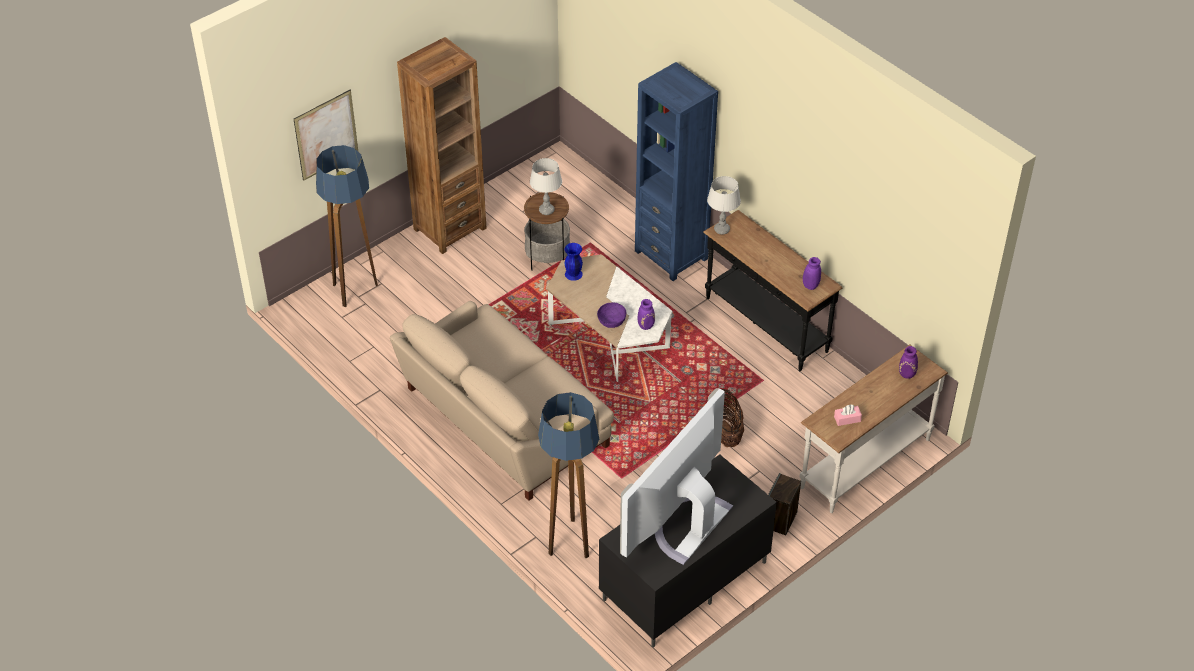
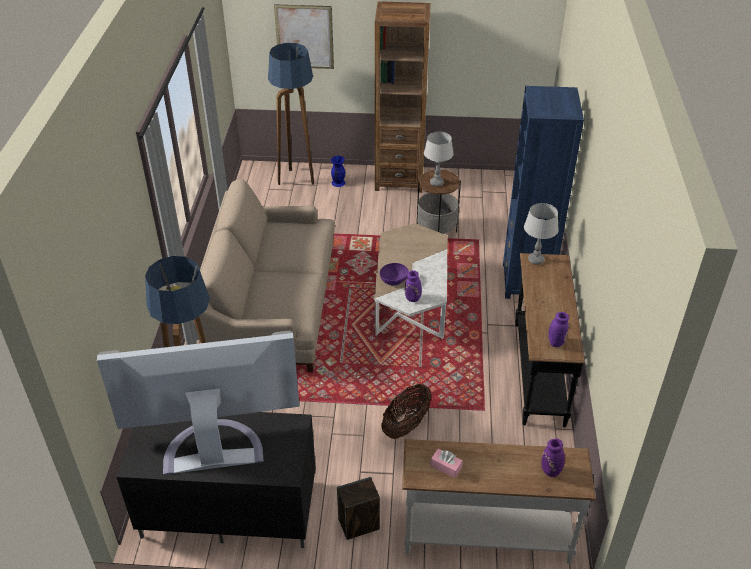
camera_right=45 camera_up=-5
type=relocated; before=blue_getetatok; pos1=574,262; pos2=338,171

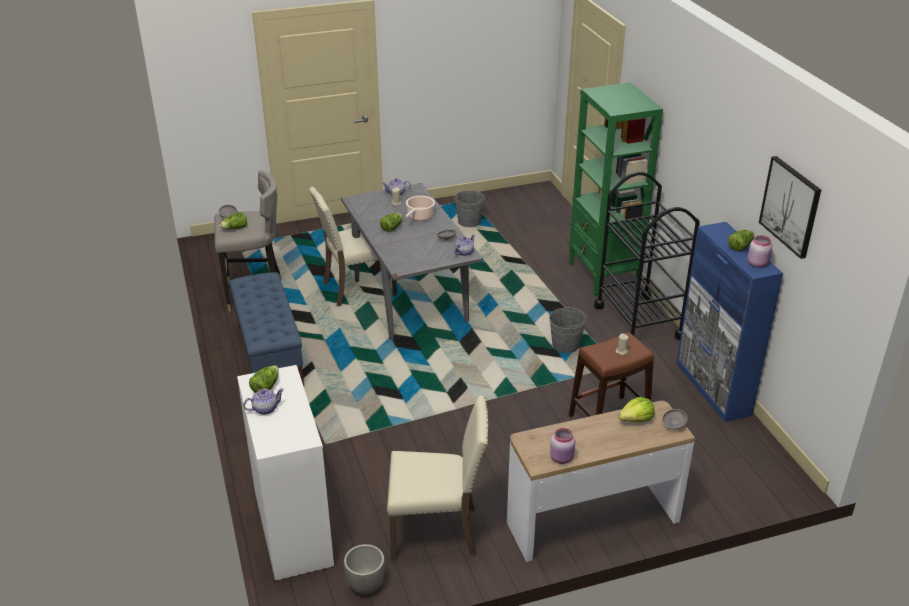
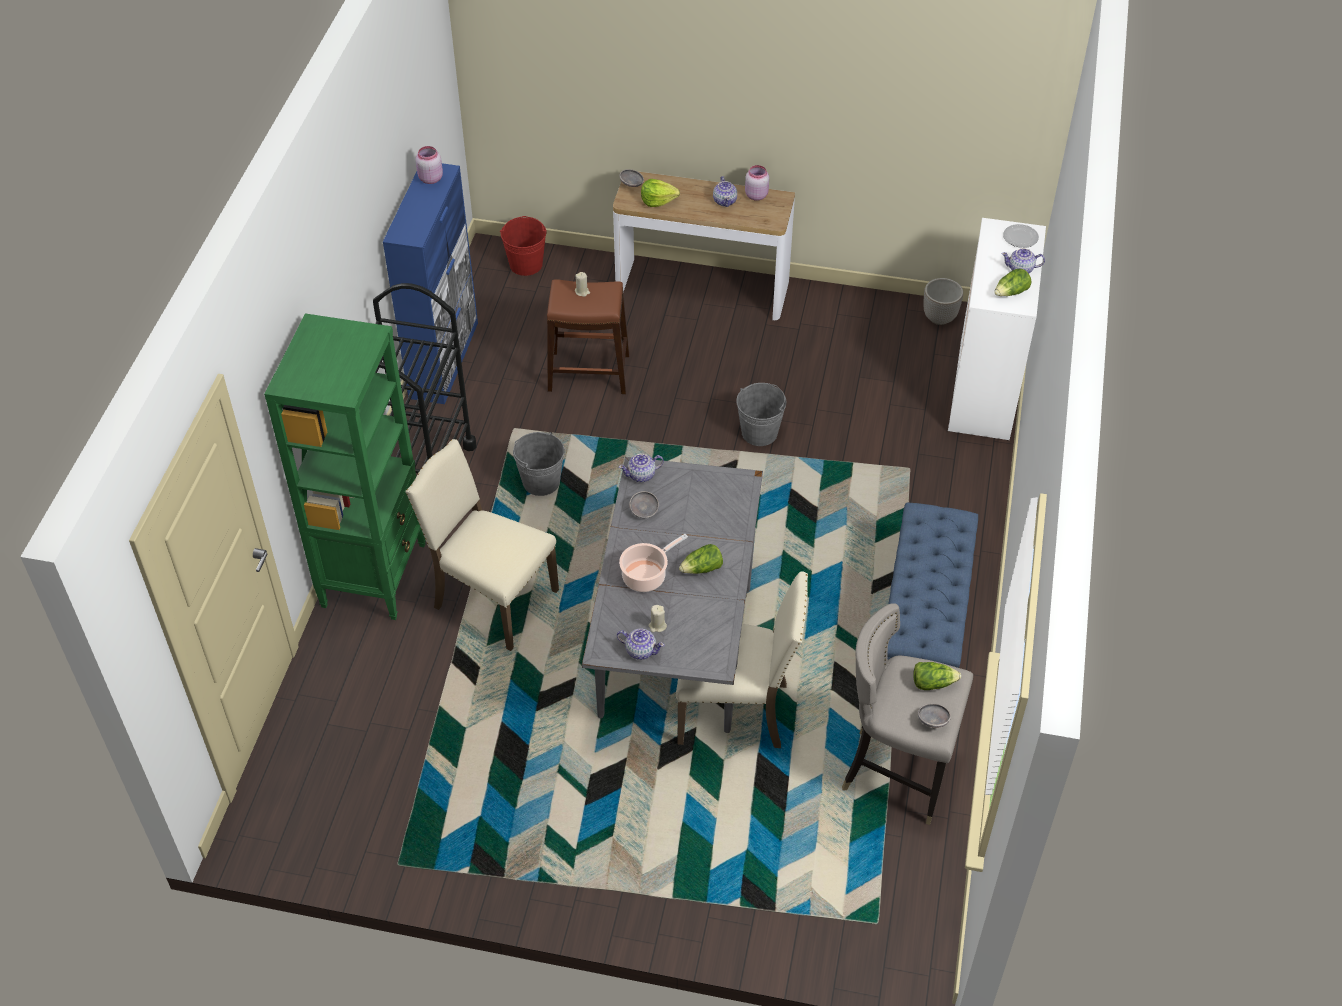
camera_right=-150 camera_up=15
type=missing; before=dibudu; pos1=790,207
type=relocated; before=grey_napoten; pos1=469,208; pos2=761,414
type=missing; before=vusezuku; pos1=741,240
type=relocated; before=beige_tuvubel; pos1=437,478; pos2=482,545
type=appeared; after=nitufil; pos2=725,191
type=appeared; after=red_napoten; pos2=523,246
type=appeared; after=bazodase; pos2=1021,236

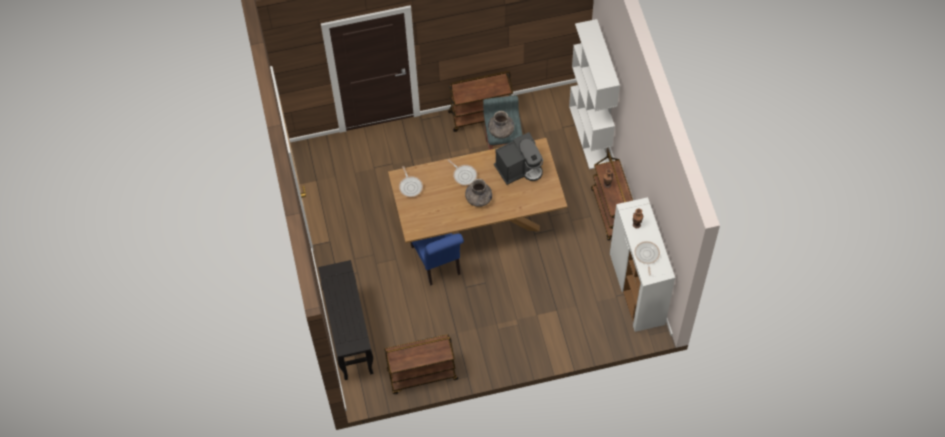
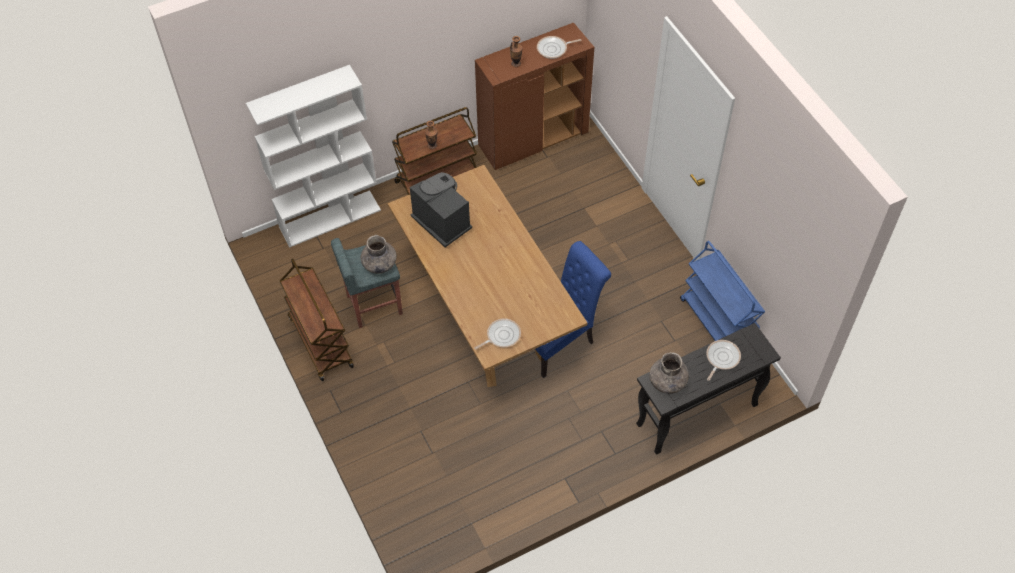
camera_right=-105 camera_up=-5
type=relocated; before=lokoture; pos1=462,172; pos2=723,360
type=relocated; before=grey_getetatok; pos1=478,193; pos2=669,373
type=colour; before=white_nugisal; after=brown_nugisal; pos1=642,264; pos2=534,96
type=colour; before=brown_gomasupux; after=blue_gomasupux; pos1=421,364; pos2=722,291

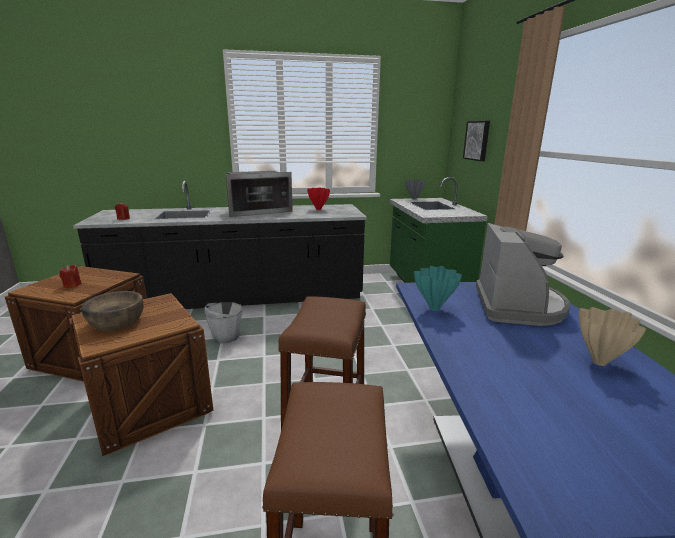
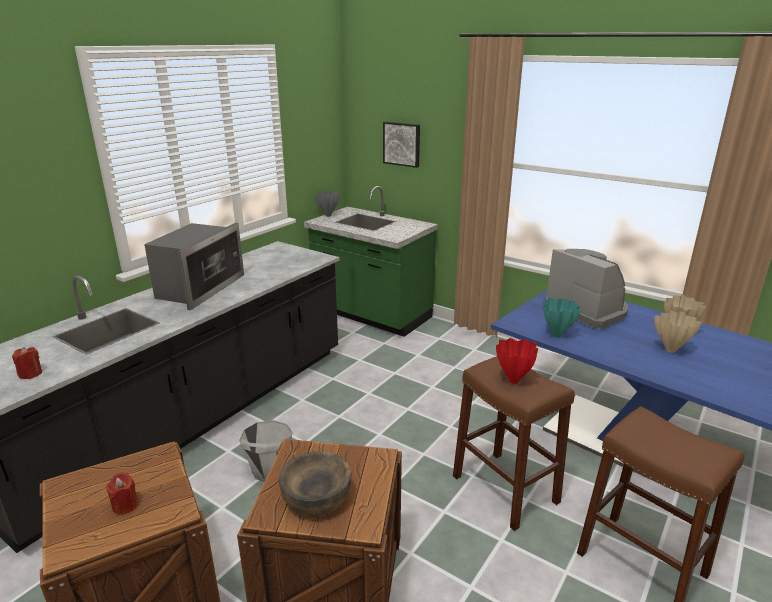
camera_right=-45 camera_up=5
type=relocated; before=red_getetatok; pos1=318,199; pos2=517,361
type=appeared; after=beige_getetatok; pos2=678,332

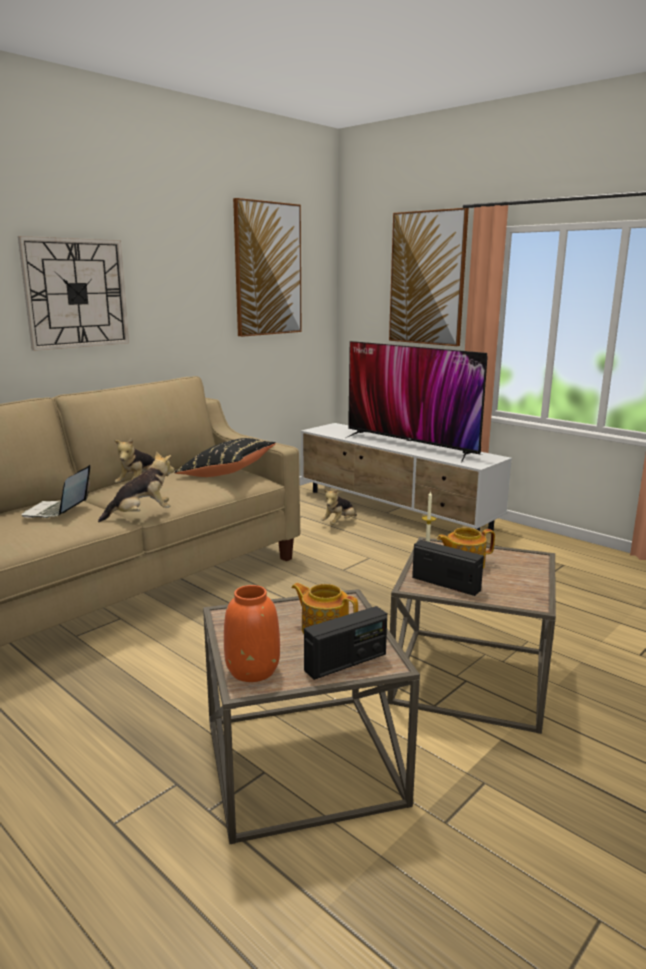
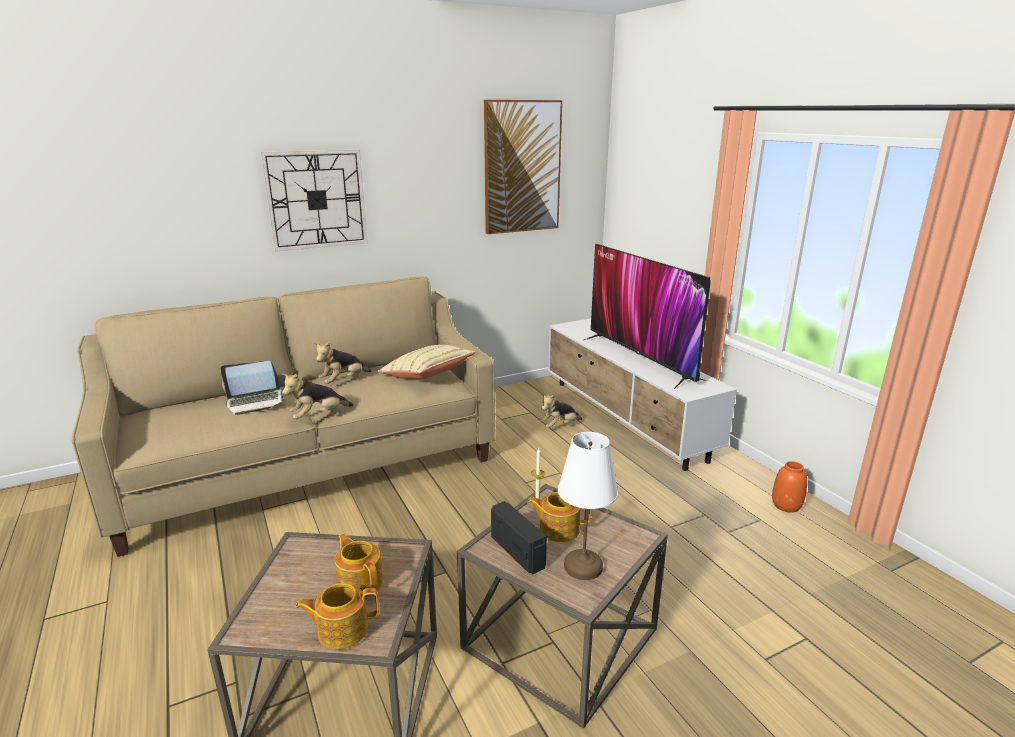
camera_right=20 camera_up=5
type=missing; before=dibudu; pos1=429,277
type=colour; before=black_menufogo; after=beige_menufogo; pos1=225,457; pos2=426,362
type=spun; before=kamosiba; pos1=136,486; pos2=317,396; turn=150
type=spun; before=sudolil; pos1=56,491; pos2=253,388; turn=-135
type=relocated; before=orange_getetatok; pos1=252,633; pos2=789,487
type=exchanged; before=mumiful; after=nitufil; pos1=345,643; pos2=337,616
type=appeared; after=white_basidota; pos2=588,506

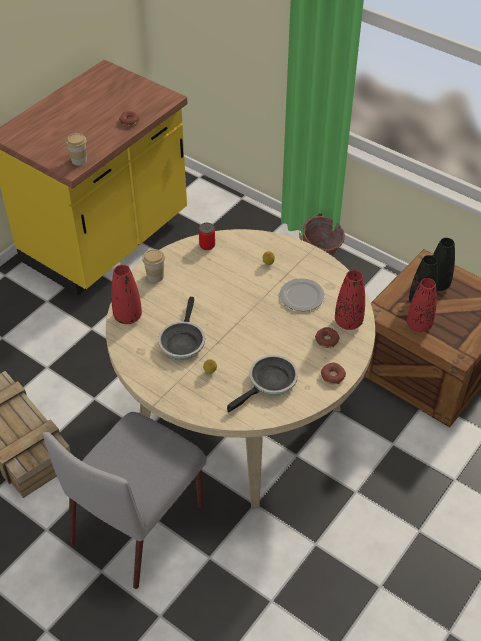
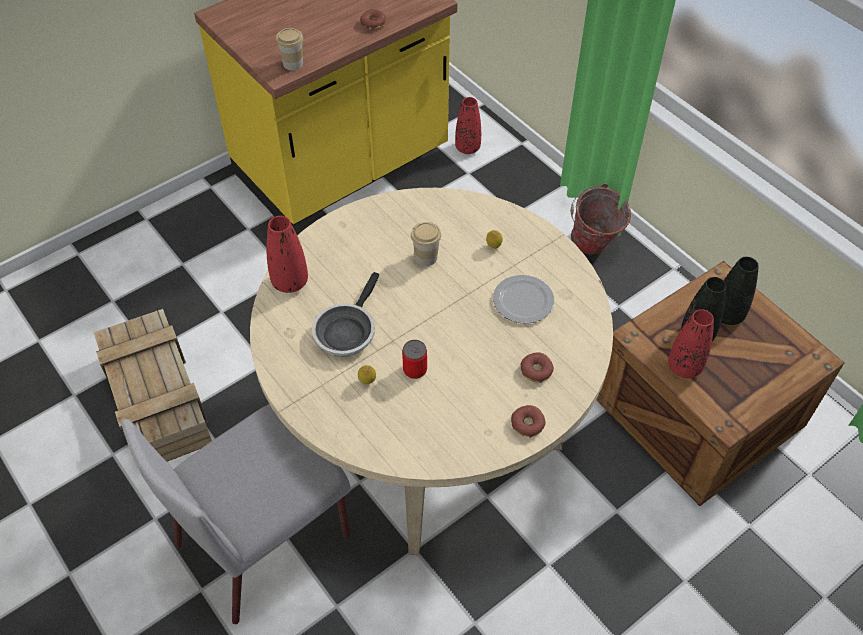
camera_right=15 camera_up=5
type=relocated; before=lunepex; pos1=207,236; pos2=414,359
type=relocated; before=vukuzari; pos1=153,266; pos2=426,244
type=relocated; before=red_getetatok; pos1=350,300; pos2=468,125
type=missing; before=lokoture; pos1=262,384

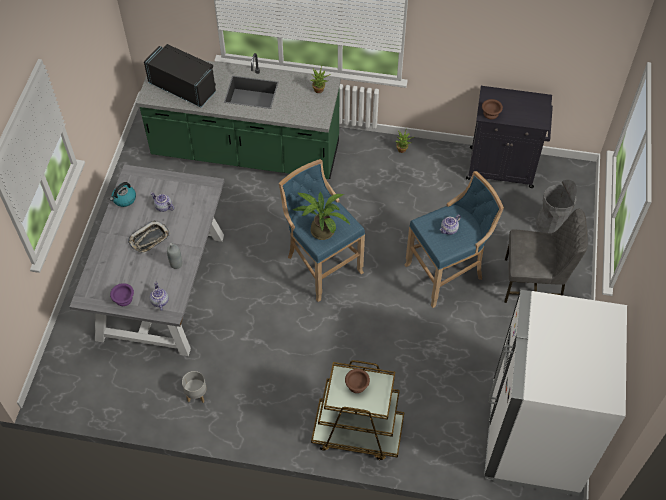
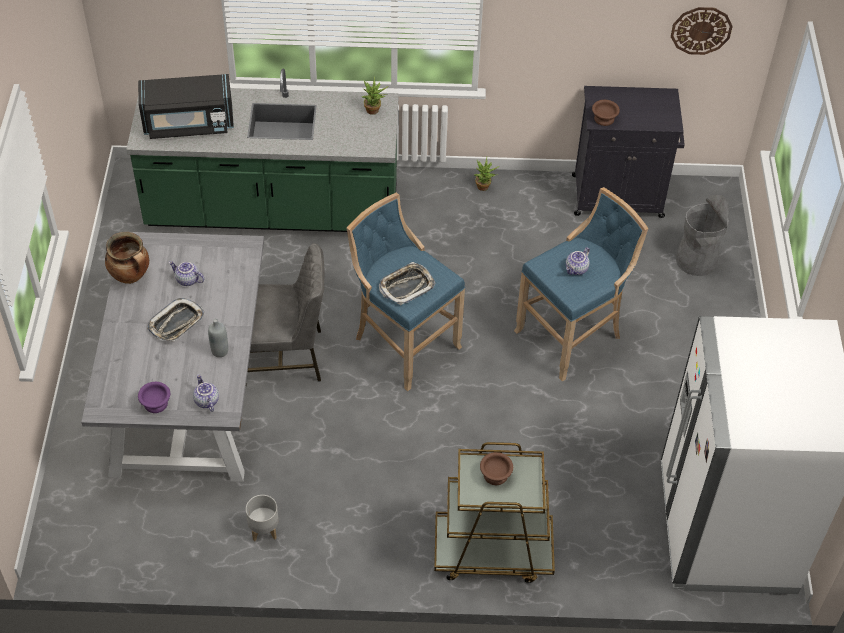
camera_right=-10 camera_up=-5
type=spun; before=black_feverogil; pos1=180,76; pos2=186,106; turn=150
type=exchanged; before=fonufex; after=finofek; pos1=123,194; pos2=127,258
type=exchanged; before=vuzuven; after=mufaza; pos1=321,216; pos2=407,283
type=relocated; before=grey_tuvubel; pos1=546,255; pos2=285,314
type=appeared; after=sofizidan; pos2=702,31

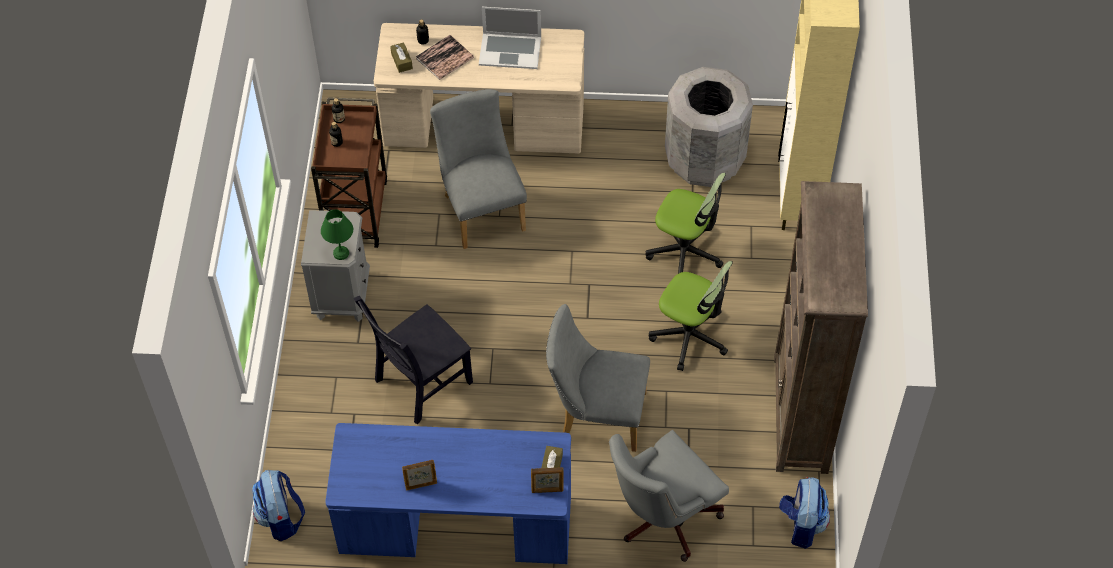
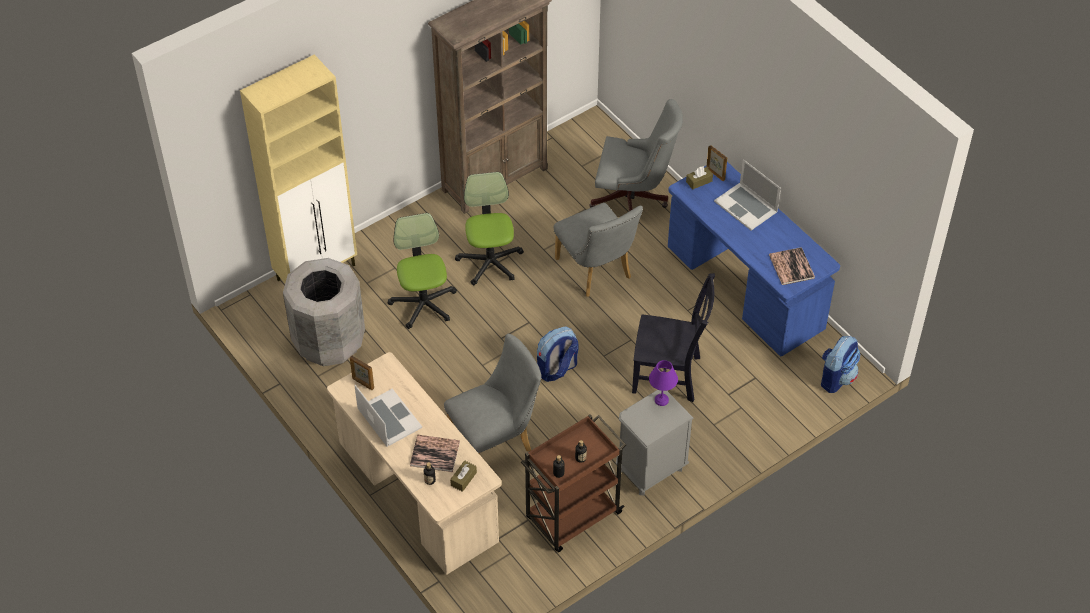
camera_right=-130 camera_up=-5
type=spun; before=grey_tuvubel; pos1=478,169; pos2=493,394; turn=-150
type=colour; before=green_basidota; after=purple_basidota; pos1=337,234; pos2=663,383
type=relocated; before=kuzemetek; pos1=419,475; pos2=362,372
type=relocated; before=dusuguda; pos1=804,513; pos2=558,354
type=appeared; after=sudolil; pos2=747,194
type=appeared; after=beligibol; pos2=792,266

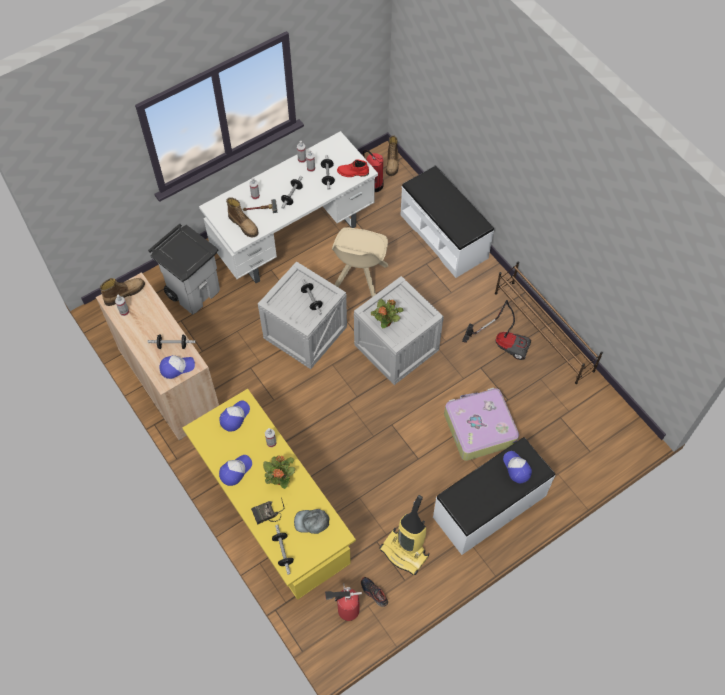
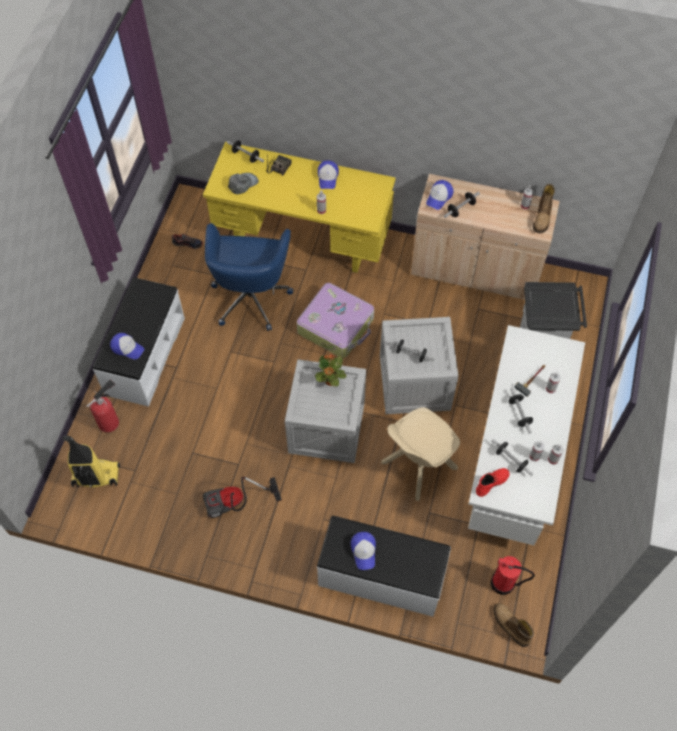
camera_right=140 camera_up=0
type=missing; before=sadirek; pos1=242,217
type=spun; before=beige_tuvubel; pos1=360,262; pos2=420,454; turn=-105
type=missing; before=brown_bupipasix; pos1=549,322
type=relocated; before=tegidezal; pos1=481,424; pos2=335,320
type=relocated; before=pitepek; pos1=234,416; pos2=363,551
type=missing; before=vuzuven; pos1=279,472
type=relocated; before=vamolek; pos1=404,535; pos2=91,461
type=relocated; before=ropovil; pos1=343,603; pos2=102,406
type=appeared; after=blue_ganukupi; pos2=249,277

